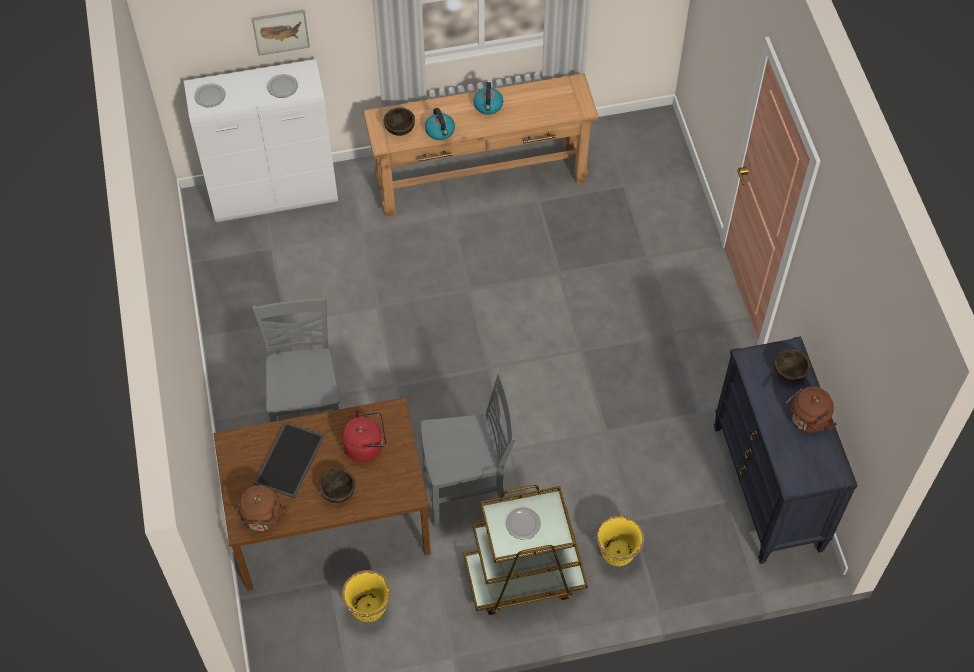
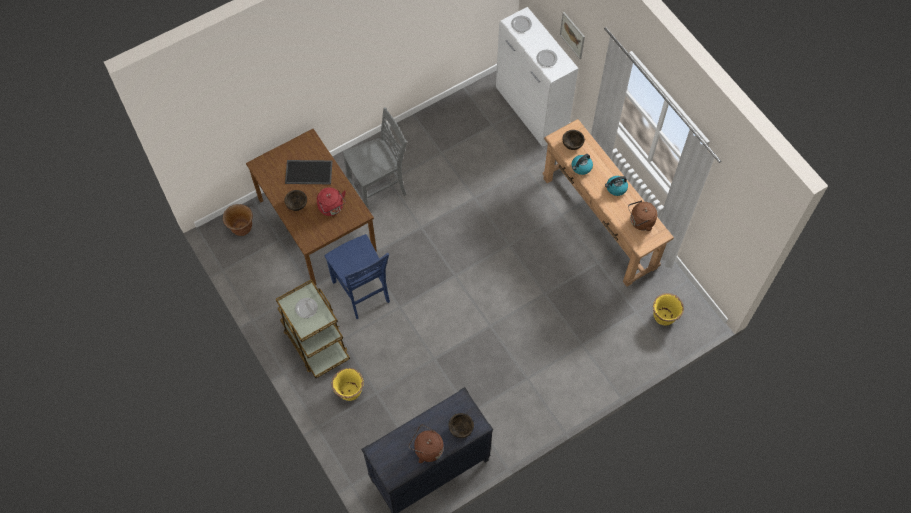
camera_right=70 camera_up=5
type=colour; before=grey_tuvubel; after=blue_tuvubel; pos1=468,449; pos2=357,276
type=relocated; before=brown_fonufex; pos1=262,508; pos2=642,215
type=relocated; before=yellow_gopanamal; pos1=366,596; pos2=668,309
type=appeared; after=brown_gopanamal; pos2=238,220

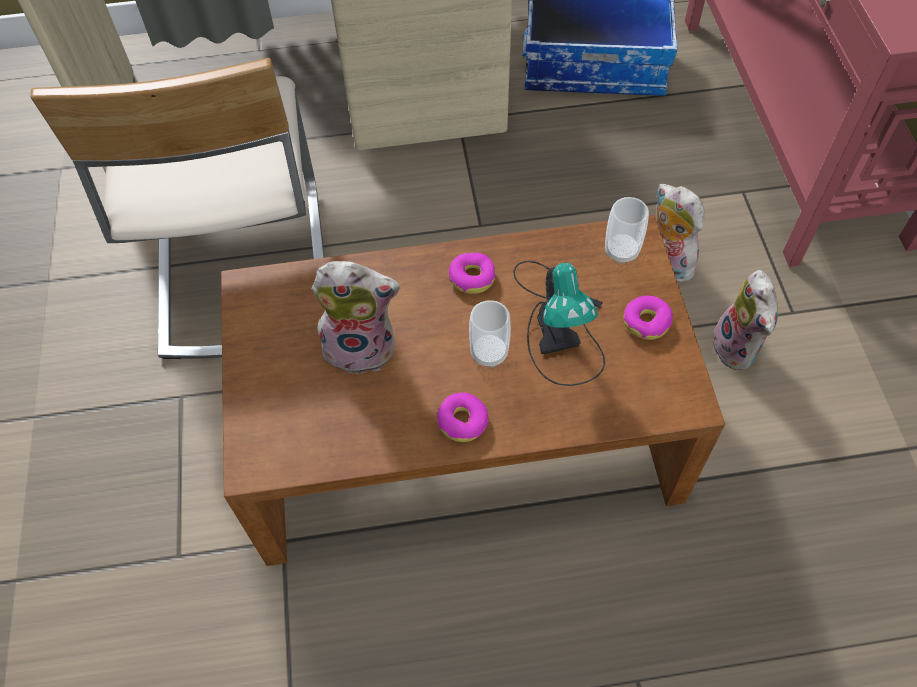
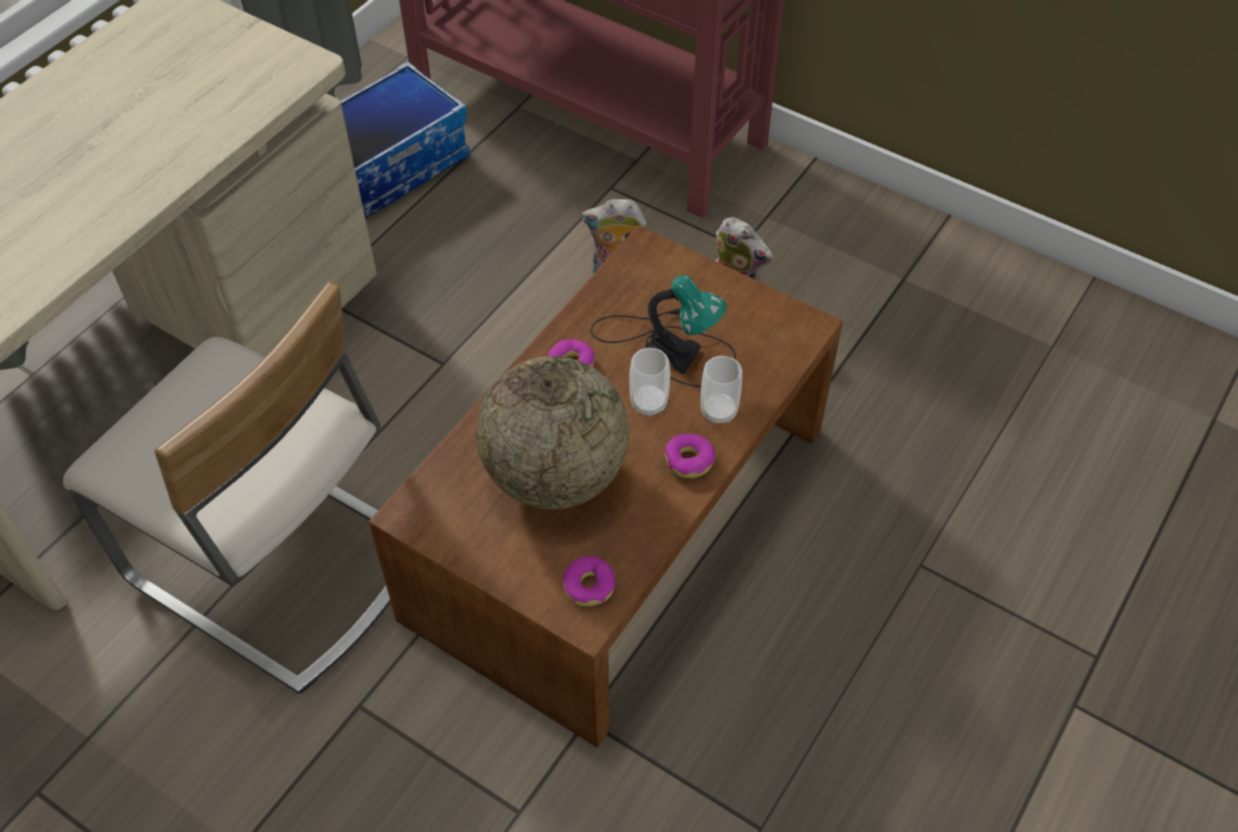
camera_right=-50 camera_up=-5
type=relocated; before=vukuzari; pos1=627,230; pos2=721,390
type=exchanged; before=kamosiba; after=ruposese; pos1=356,317; pos2=552,432
type=relocated; before=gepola; pos1=648,317; pos2=588,581

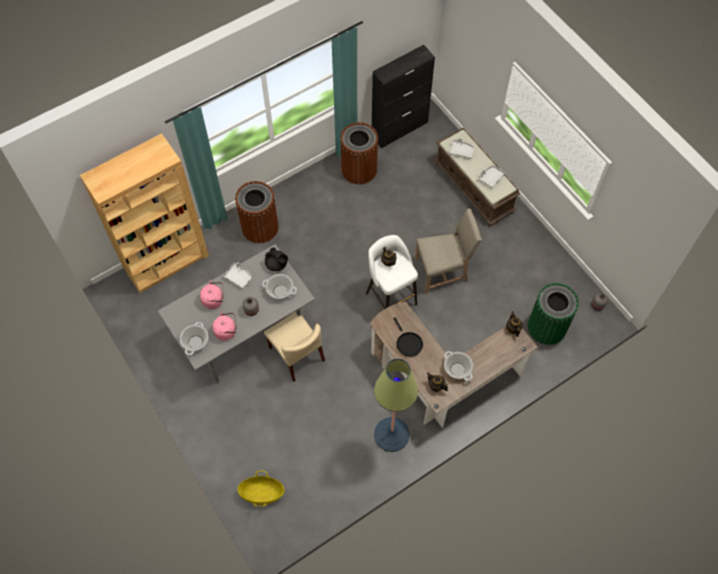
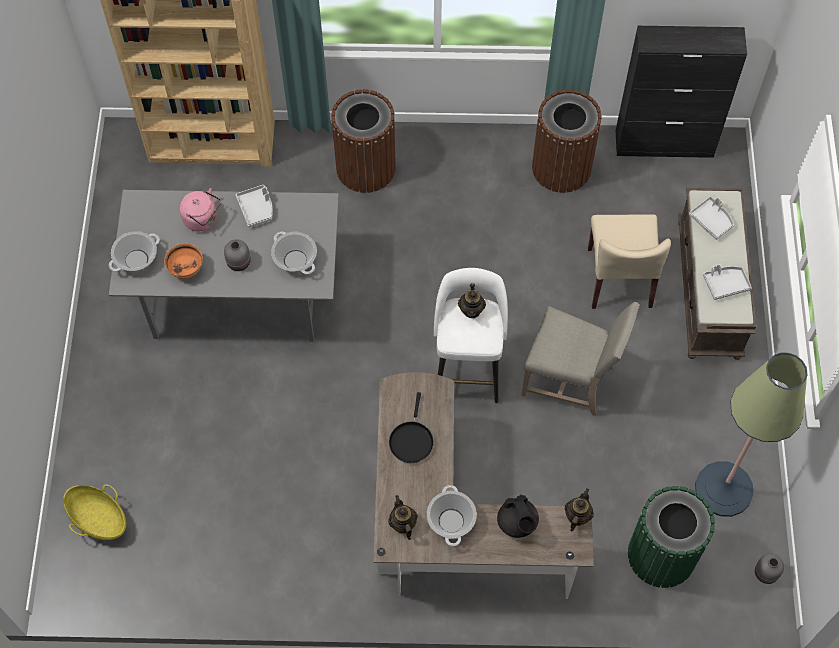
camera_right=35 camera_up=0
type=relocated; before=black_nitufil; pos1=276,259; pos2=518,516
type=exchanged; before=pink_fonufex; after=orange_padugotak; pos1=224,326; pos2=183,261
type=relocated; before=beige_tuvubel; pos1=294,347; pos2=629,261
type=relocated; before=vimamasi; pos1=396,405; pos2=751,435

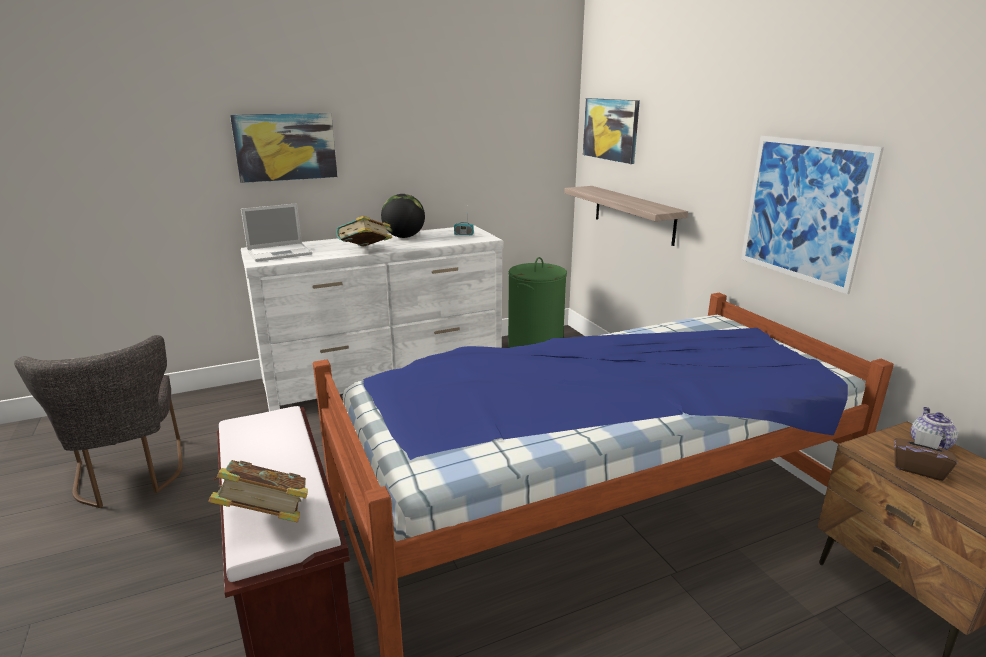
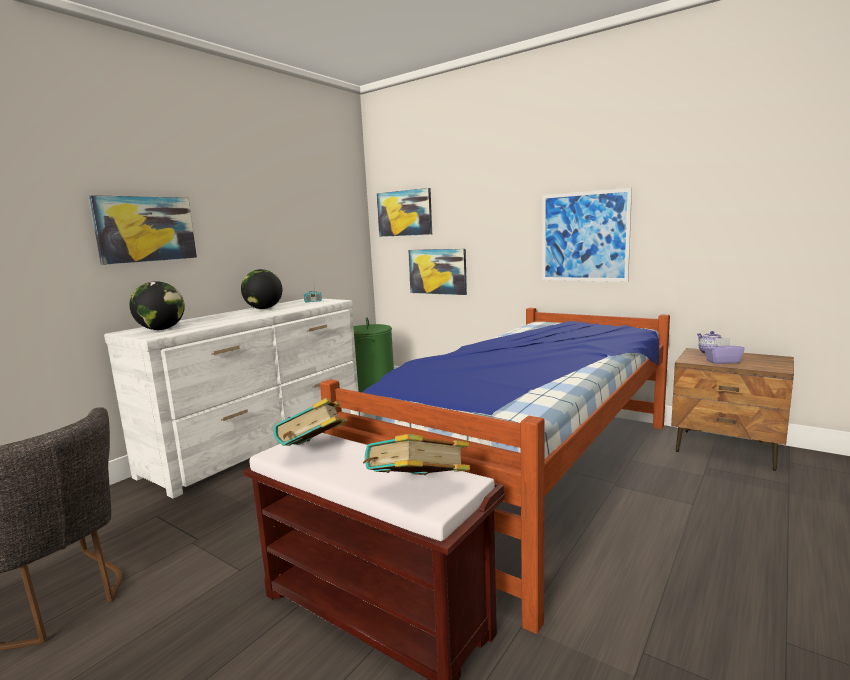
camera_right=-30 camera_up=-10
type=exchanged; before=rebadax; after=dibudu; pos1=626,216; pos2=437,272
type=exchanged; before=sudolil; after=ruposese; pos1=276,232; pos2=157,305
type=relocated; before=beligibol; pos1=364,231; pos2=310,422
type=colour; before=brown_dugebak; after=purple_dugebak; pos1=925,455; pos2=724,351

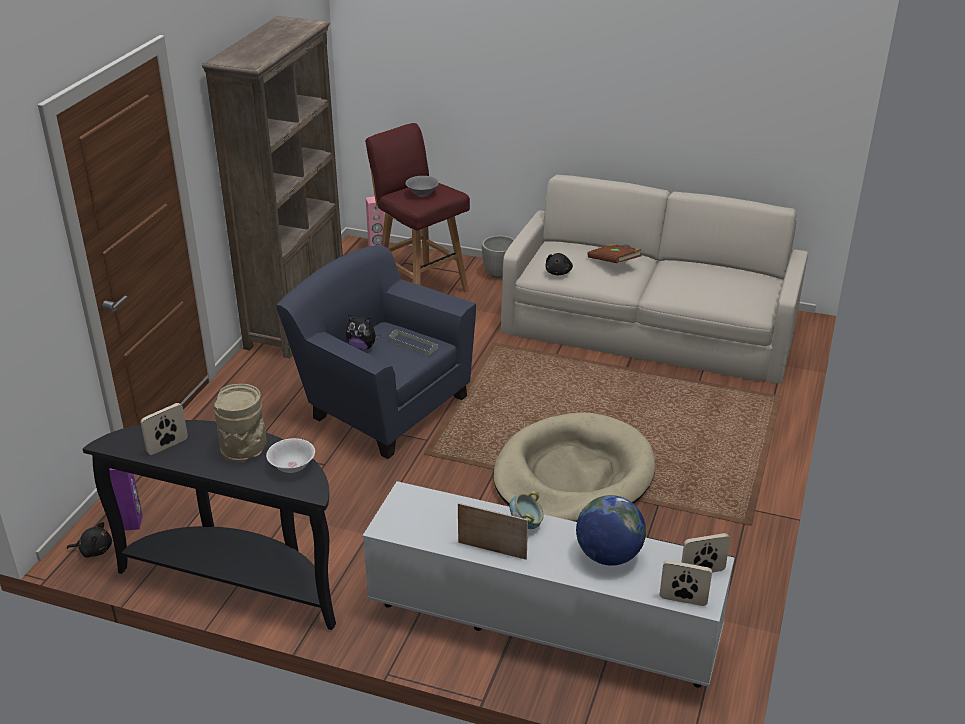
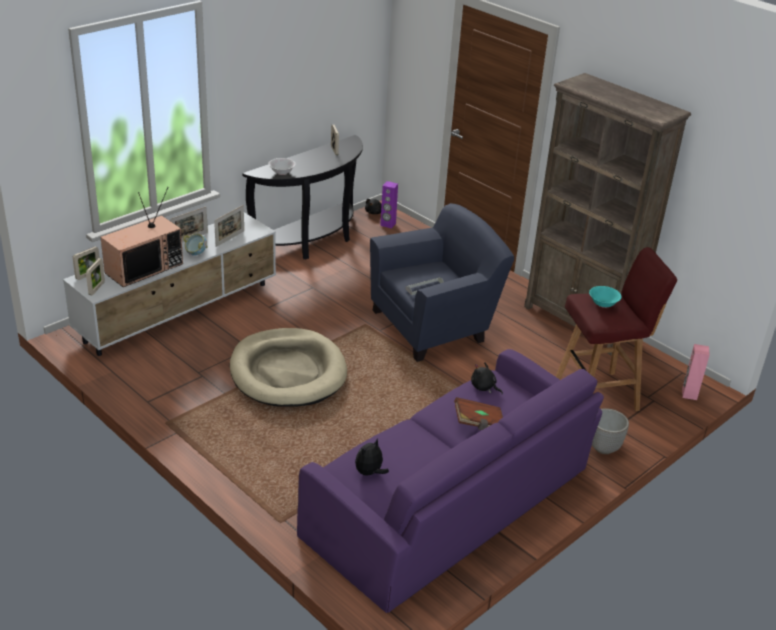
camera_right=115 camera_up=0
type=colour; before=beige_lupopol; after=purple_lupopol; pos1=654,279; pos2=450,481
type=colour; before=grey_padugotak; after=turquoise_padugotak; pos1=422,186; pos2=605,297
type=relocated; before=kamosiba; pos1=363,332; pos2=372,457
type=missing; before=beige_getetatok; pos1=240,423
type=exchanged; before=ruposese; after=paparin; pos1=611,530; pos2=142,237
type=appeared; after=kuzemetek; pos2=229,226

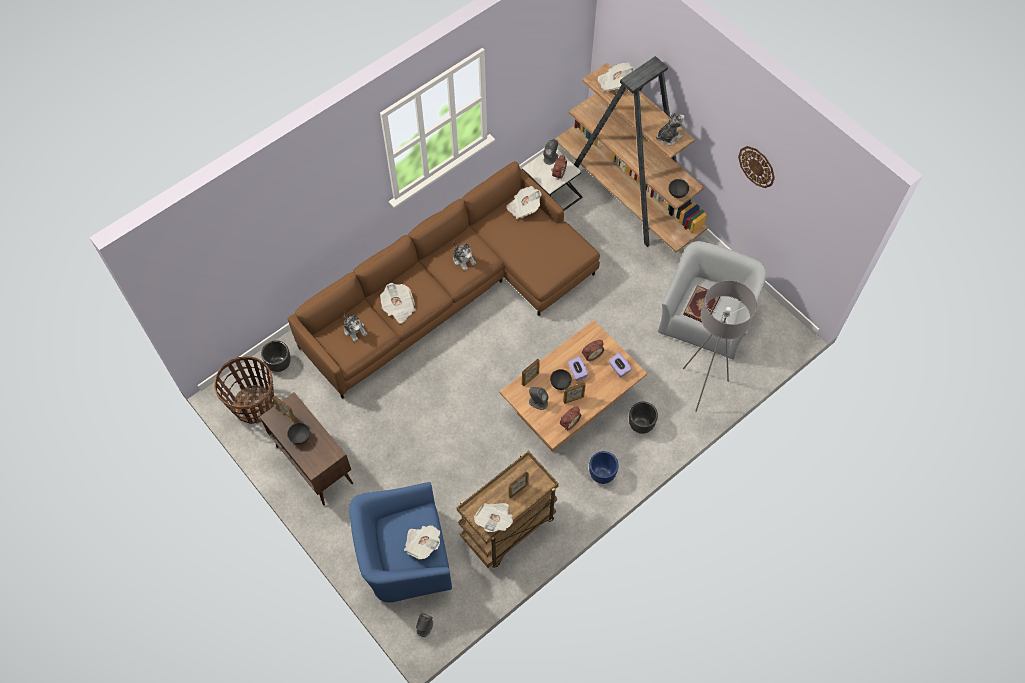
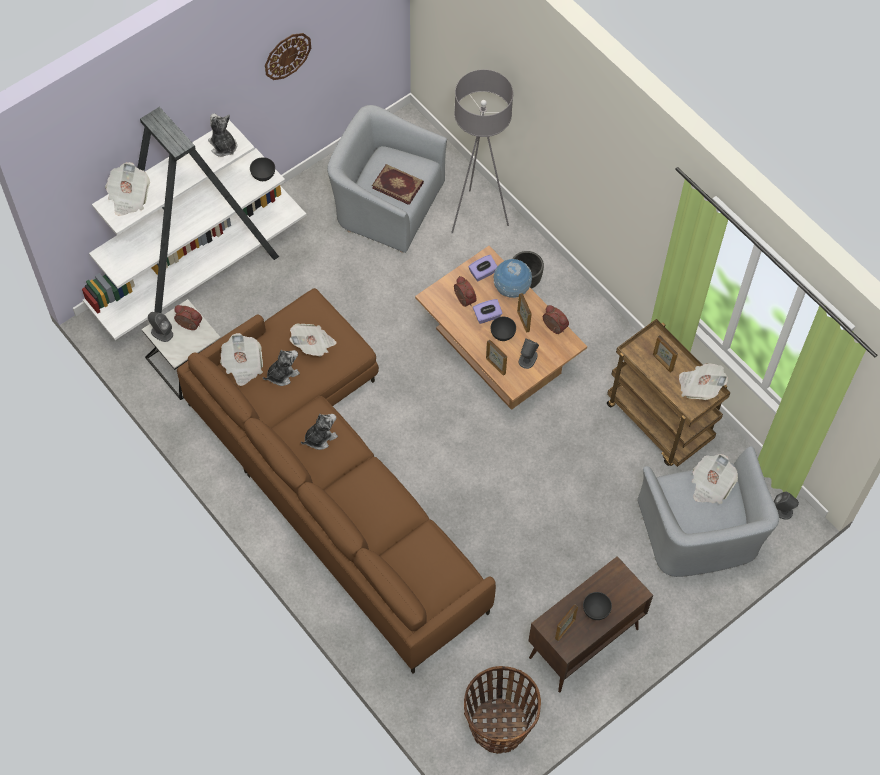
camera_right=-90 camera_up=0
type=colour; before=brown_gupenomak; after=white_gupenomak; pos1=631,154; pos2=194,223
type=relocated; before=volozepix; pos1=398,303; pos2=313,340
type=relocated; before=kamosiba; pos1=355,327; pos2=281,367
type=missing; before=black_gopanamal; pos1=276,356
type=missing; before=blue_gopanamal; pos1=604,467
type=colour; before=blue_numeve; after=grey_numeve; pos1=400,542; pos2=708,511
type=appeared; after=ruposese; pos2=512,278

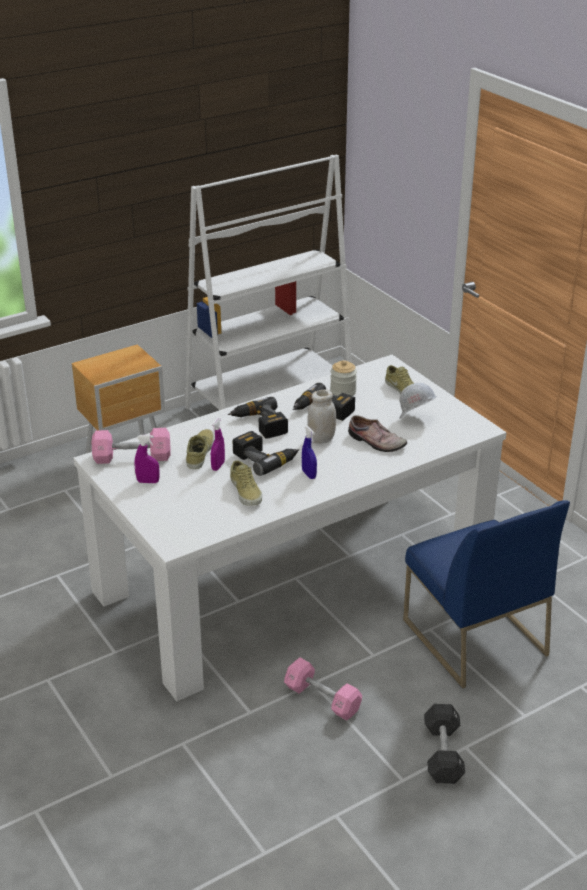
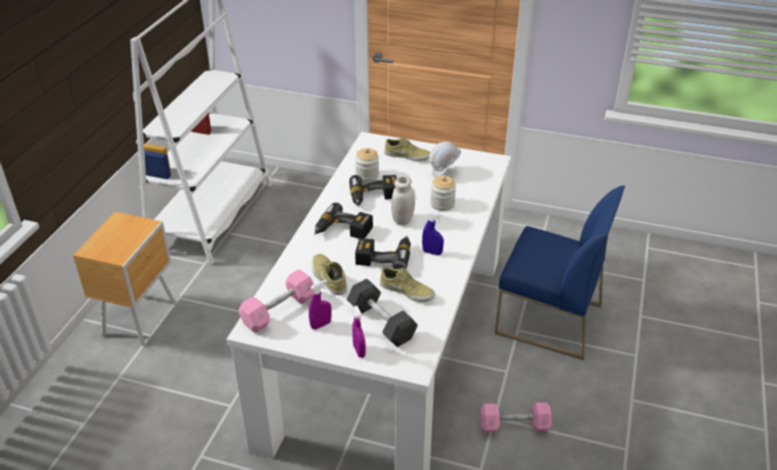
camera_right=-40 camera_up=5
type=exchanged; before=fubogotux; after=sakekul; pos1=377,433; pos2=443,193
type=relocated; before=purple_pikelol; pos1=218,444; pos2=359,332
type=relocated; before=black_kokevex; pos1=444,744; pos2=382,313

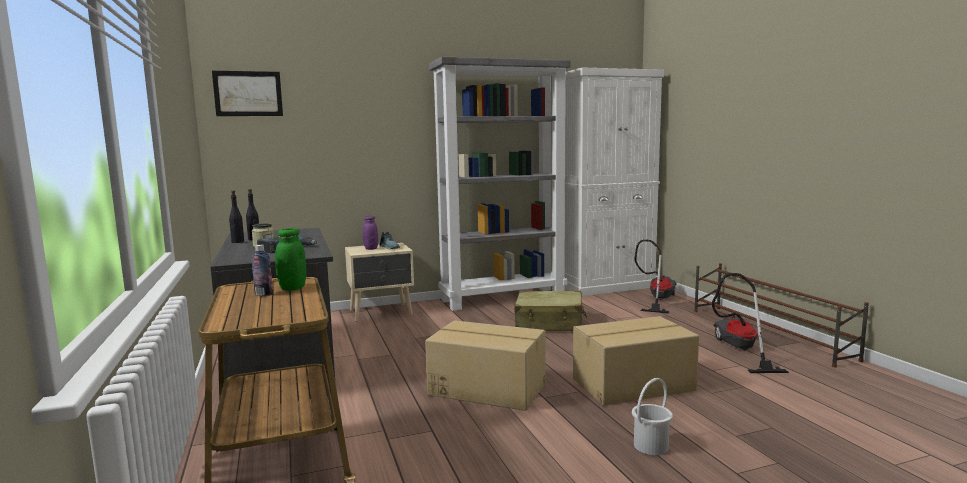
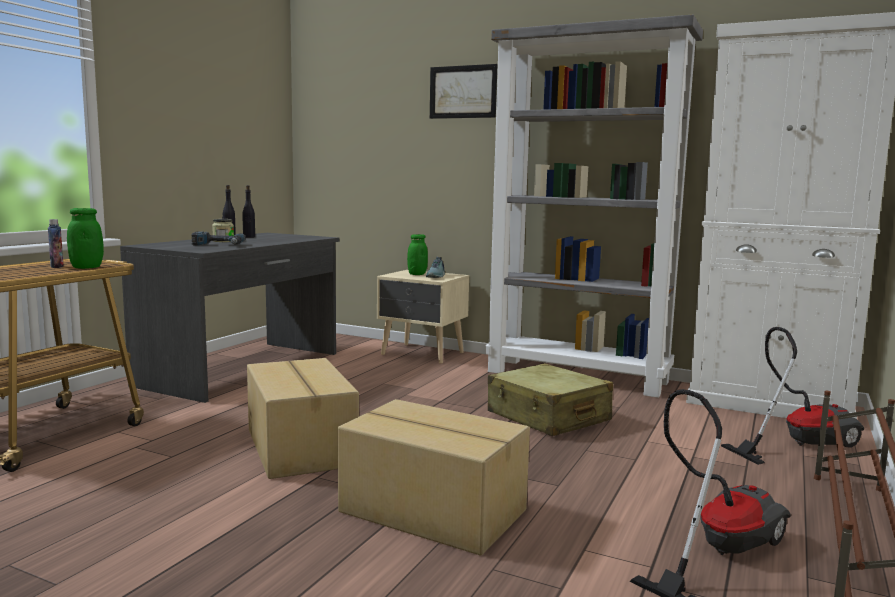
camera_right=45 camera_up=0
type=relocated; before=dibudu; pos1=247,93; pos2=463,91
type=colour; before=purple_sakekul; after=green_sakekul; pos1=370,233; pos2=417,254
type=missing; before=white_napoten; pos1=652,416

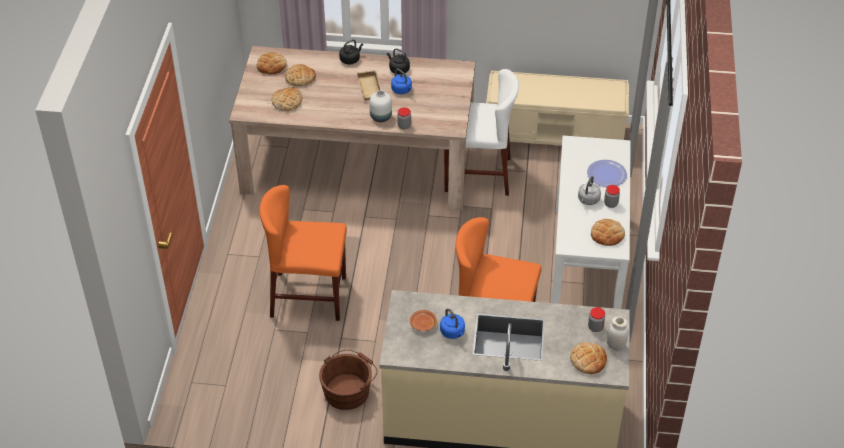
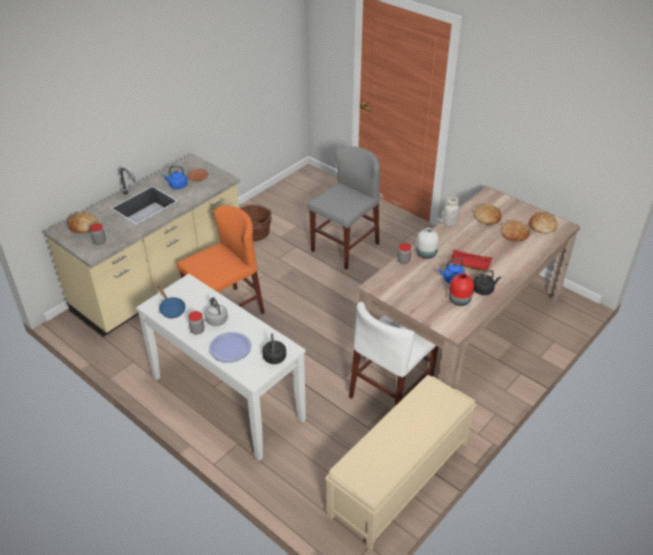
camera_right=125 camera_up=-5
type=relocated; before=black_fonufex; pos1=351,51; pos2=274,349
type=colour; before=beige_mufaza; after=red_mufaza; pos1=369,85; pos2=470,260
type=colour; before=orange_tuvubel; after=grey_tuvubel; pos1=303,253; pos2=344,208
type=exchanged; before=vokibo; after=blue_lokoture; pos1=608,232; pos2=172,302
type=relocated; before=white_sakekul; pos1=618,333; pos2=451,211
type=appeared; after=red_getetatok; pos2=461,289

